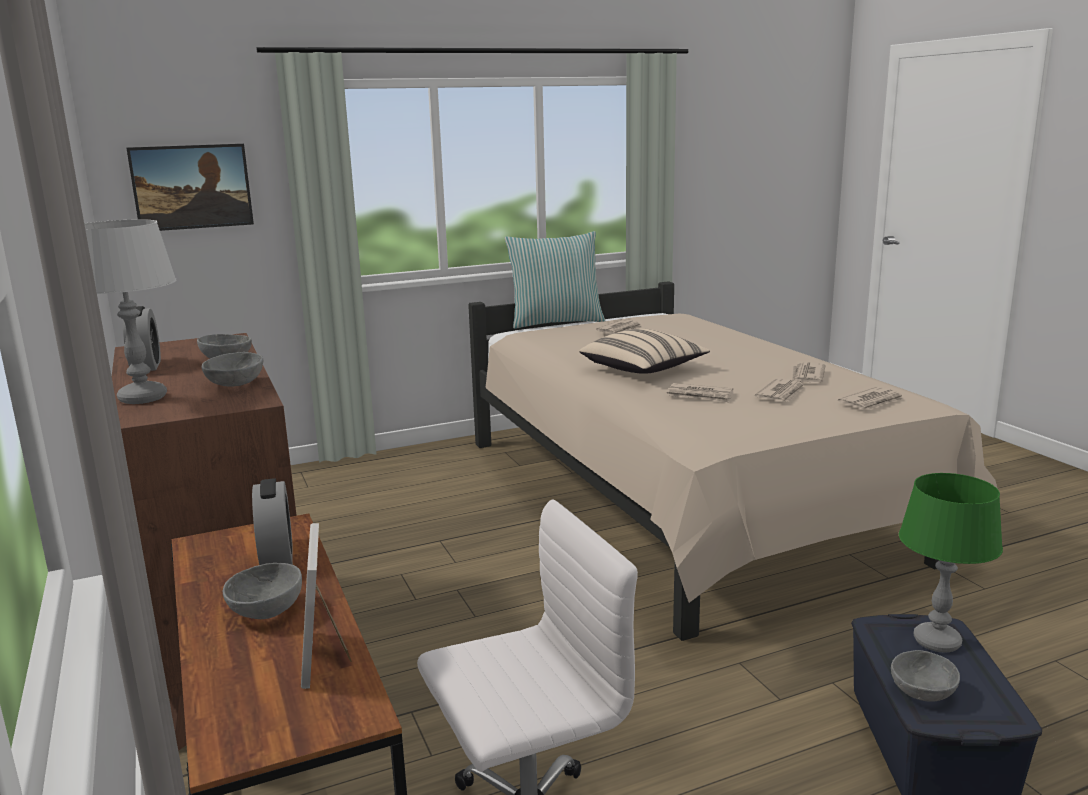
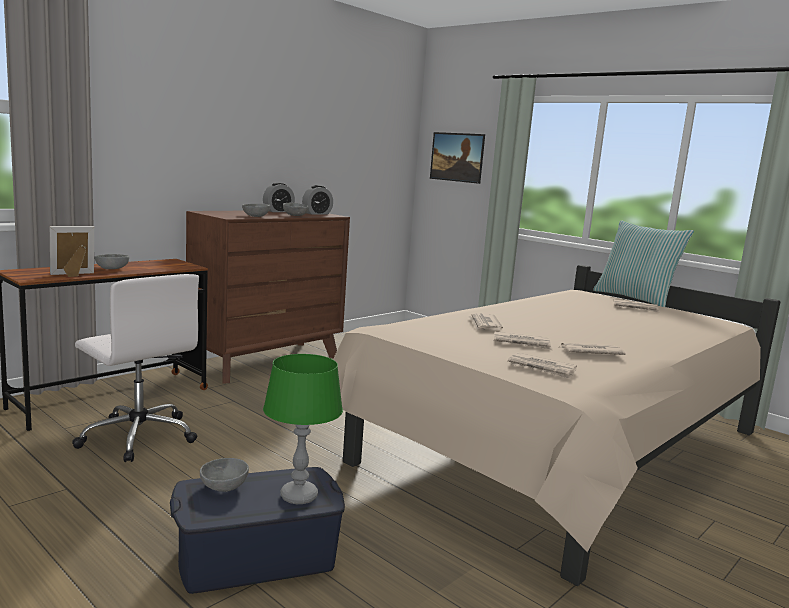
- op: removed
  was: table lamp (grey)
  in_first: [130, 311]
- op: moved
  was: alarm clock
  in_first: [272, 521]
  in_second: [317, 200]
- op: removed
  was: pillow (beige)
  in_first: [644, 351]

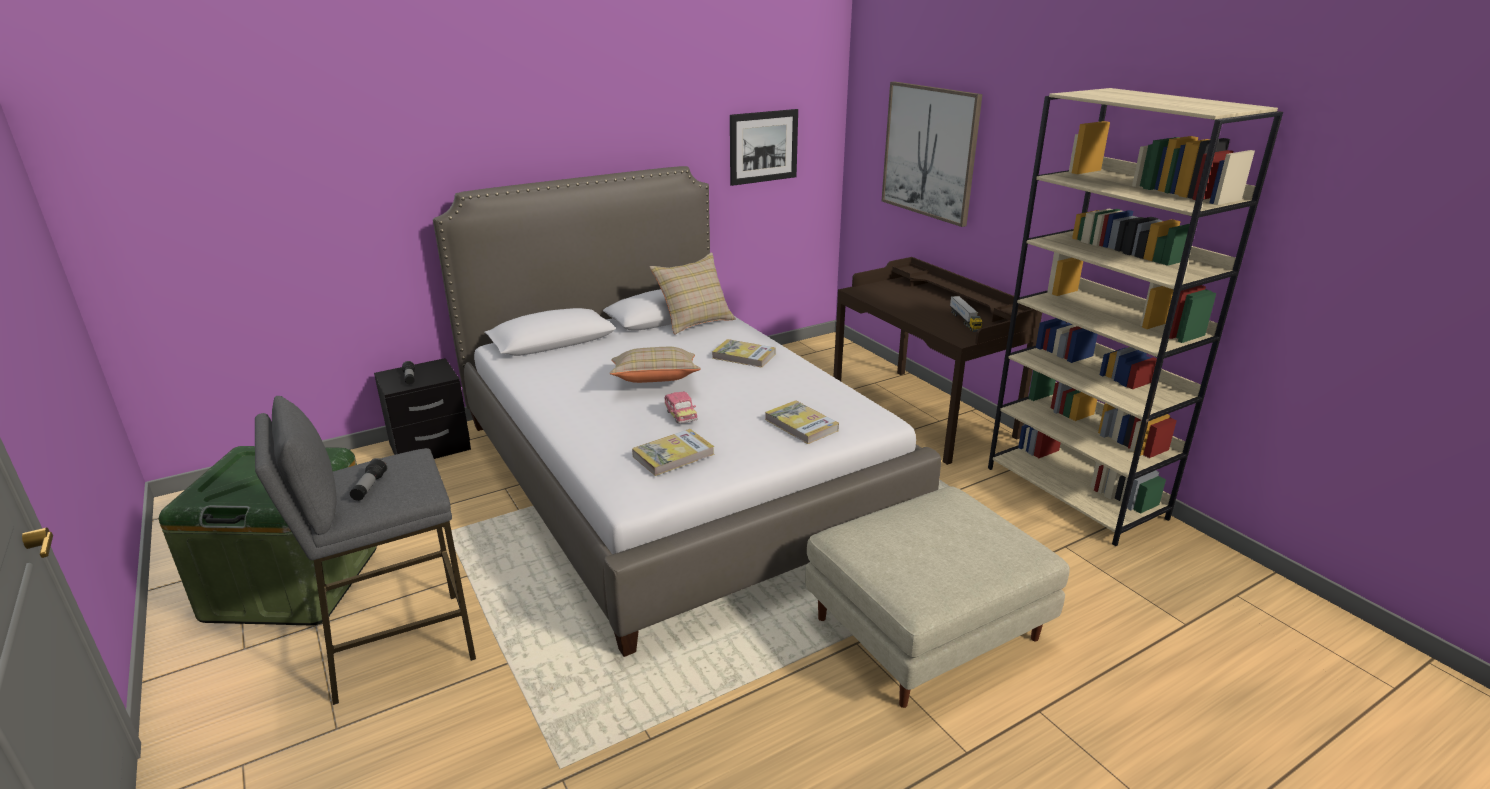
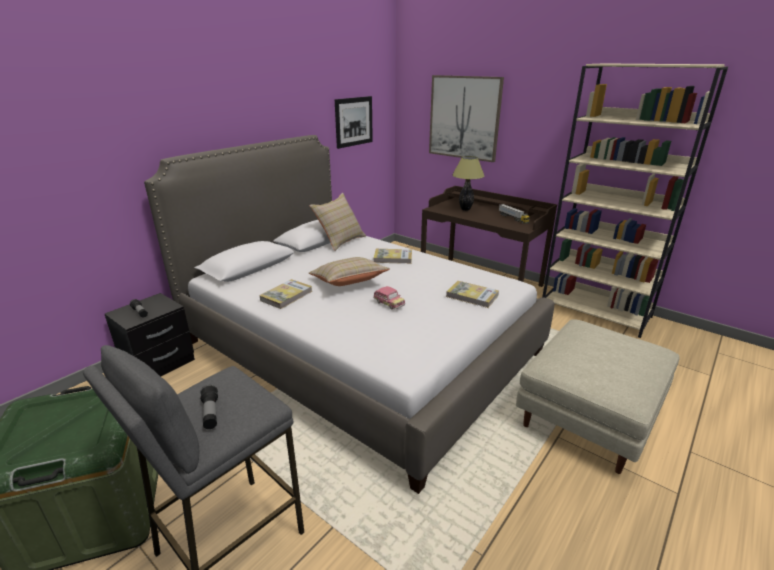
- op: moved
  was: book
  in_first: [673, 452]
  in_second: [286, 294]
- op: added
  now: table lamp
  in_second: [468, 183]

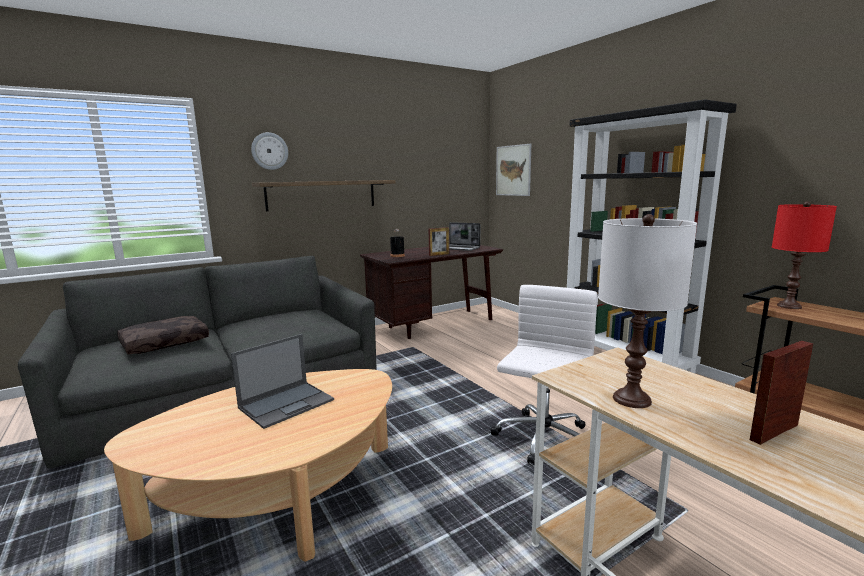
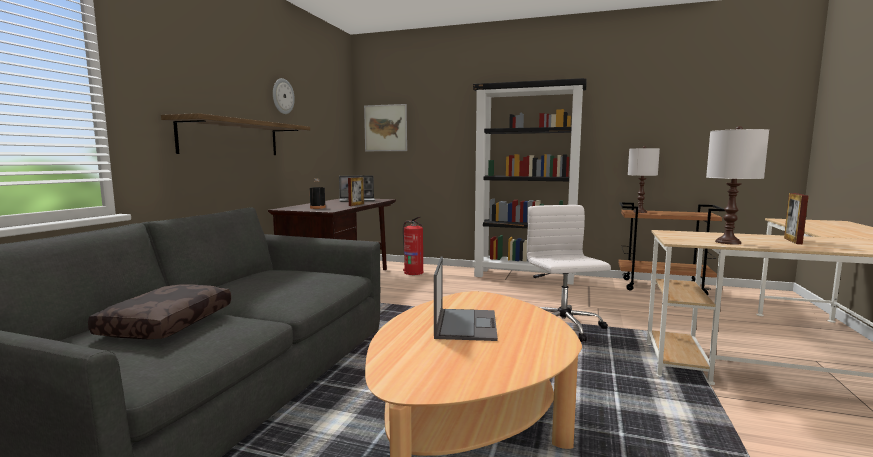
- op: moved
  was: wall clock
  in_first: [269, 151]
  in_second: [284, 96]
- op: recoloured
  was: table lamp (red)
  now: table lamp (white)
  in_first: [804, 255]
  in_second: [644, 179]
- op: added
  now: fire extinguisher
  in_second: [413, 246]

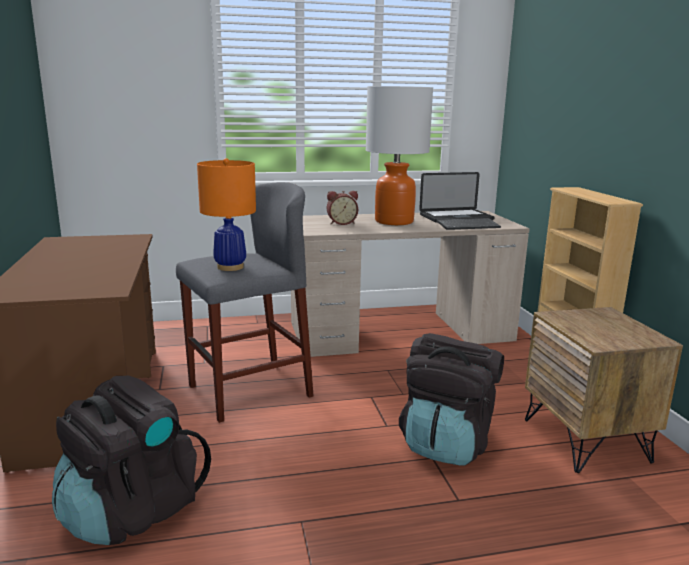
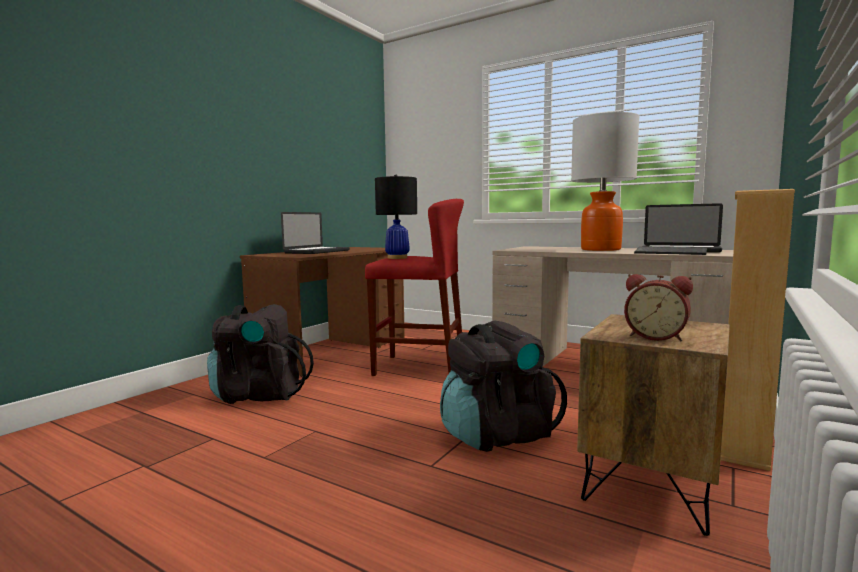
- op: recoloured
  was: stool (grey)
  now: stool (red)
  in_first: [245, 302]
  in_second: [414, 287]
- op: recoloured
  was: table lamp (orange)
  now: table lamp (black)
  in_first: [226, 214]
  in_second: [396, 217]
- op: moved
  was: alarm clock
  in_first: [342, 208]
  in_second: [658, 307]
- op: added
  now: laptop
  in_second: [315, 233]

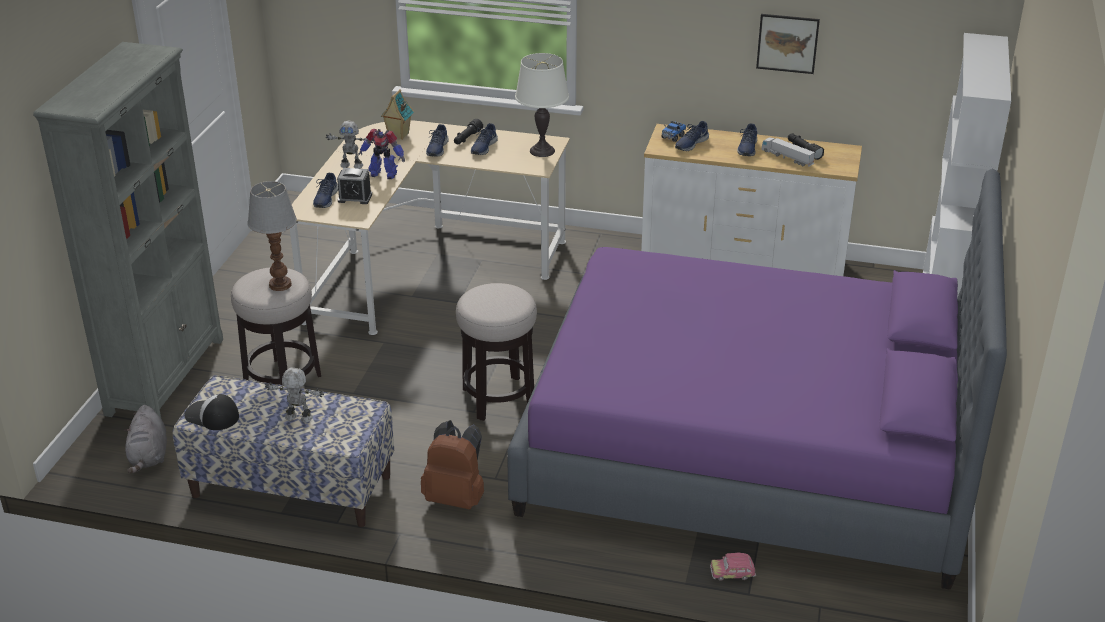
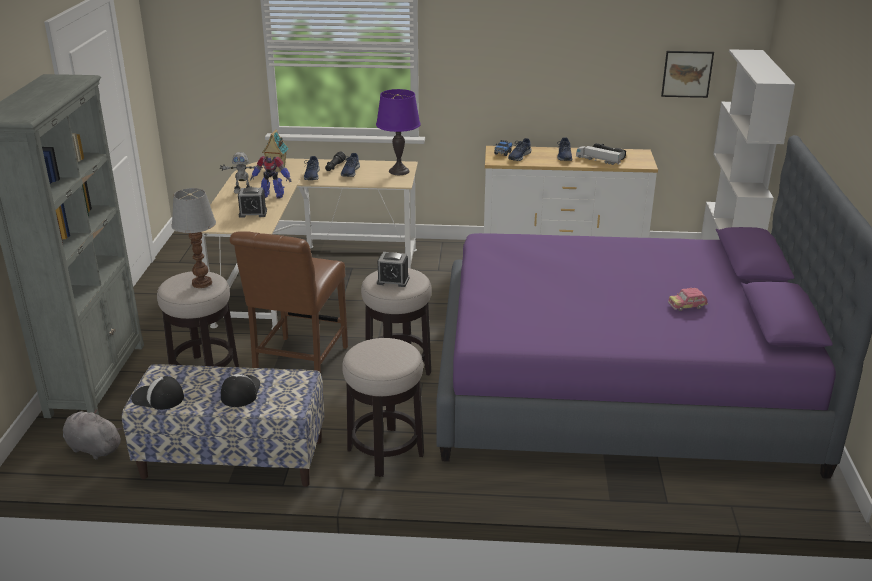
- op: turned
  was: plush toy (grey)
  in_first: [145, 439]
  in_second: [93, 434]
  clockwise: 135
- op: replaced
  was: toy robot
  now: cap
  in_first: [294, 395]
  in_second: [240, 390]
- op: removed
  was: shoe (blue)
  in_first: [325, 190]
- op: replaced
  was: backpack (brown)
  now: stool
  in_first: [452, 465]
  in_second: [383, 407]
- op: recoloured
  was: table lamp (white)
  now: table lamp (purple)
  in_first: [542, 105]
  in_second: [398, 132]
- op: moved
  was: toy car
  in_first: [733, 566]
  in_second: [688, 299]
- op: moved
  was: picture
  in_first: [788, 44]
  in_second: [687, 74]
- op: added
  now: chair (brown)
  in_second: [289, 302]
- op: added
  now: alarm clock
  in_second: [393, 269]

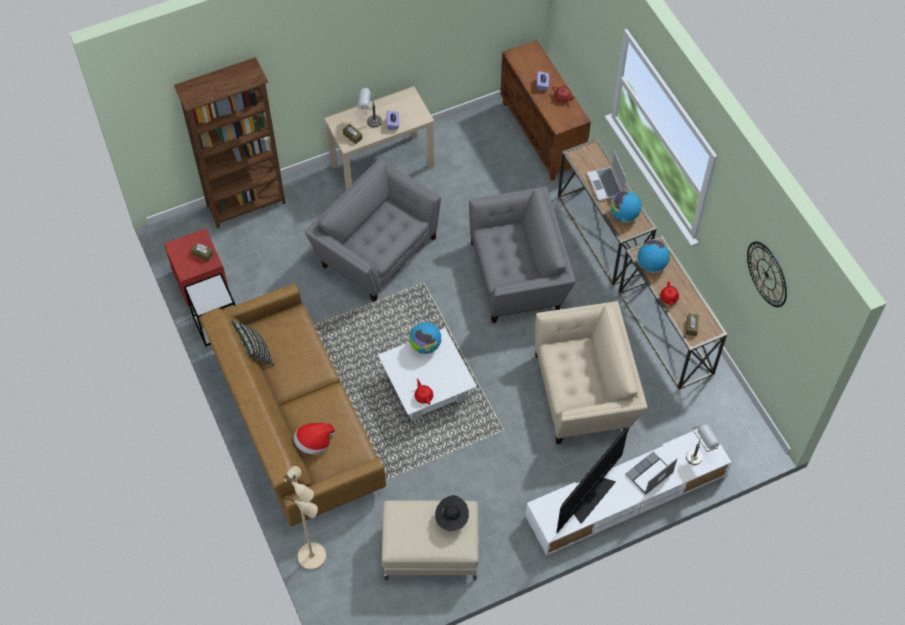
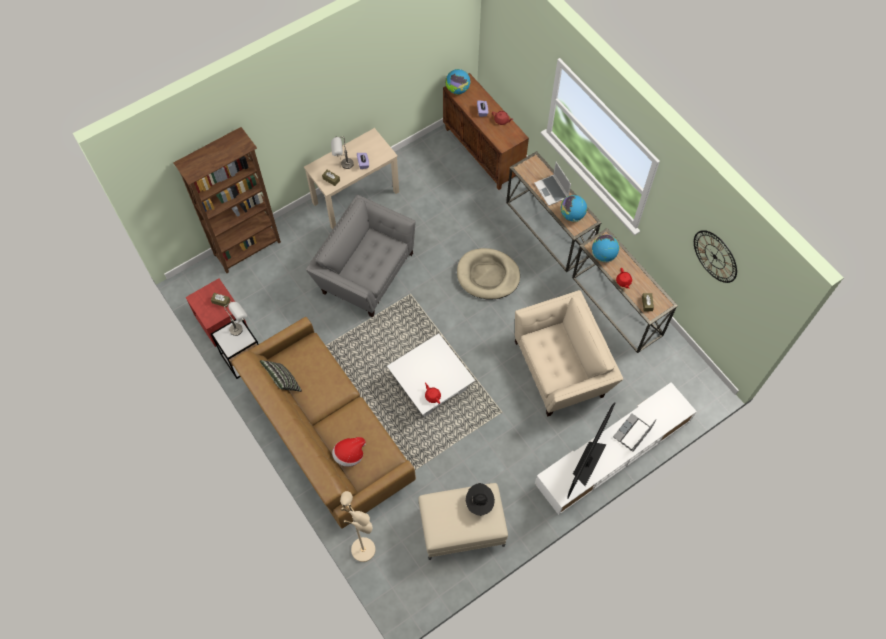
- op: moved
  was: globe
  in_first: [425, 338]
  in_second: [458, 82]
- op: replaced
  was: armchair (grey)
  now: dog bed (beige)
  in_first: [522, 255]
  in_second: [488, 274]
- op: moved
  was: table lamp (grey)
  in_first: [703, 444]
  in_second: [235, 318]

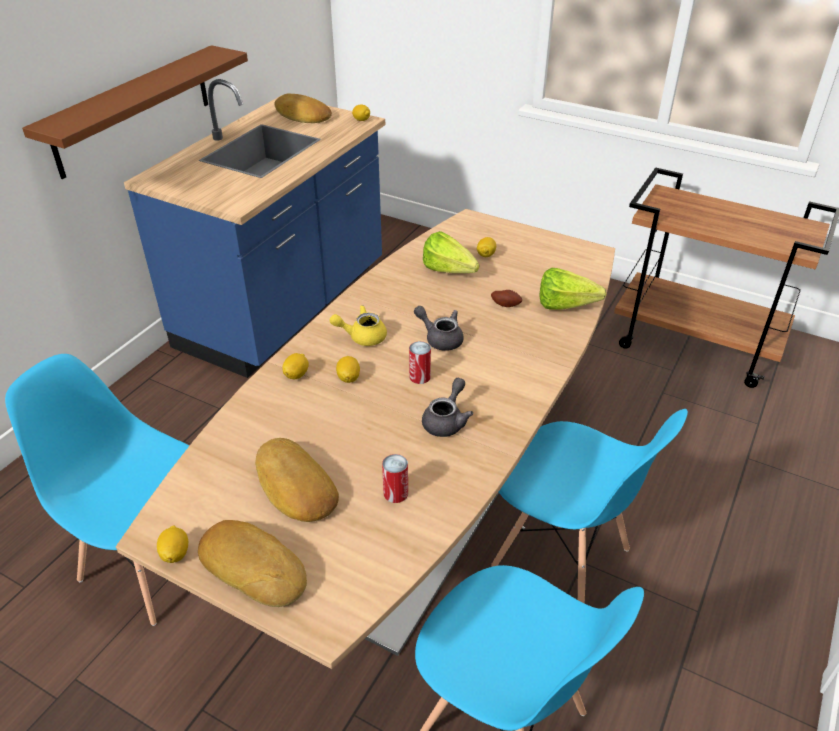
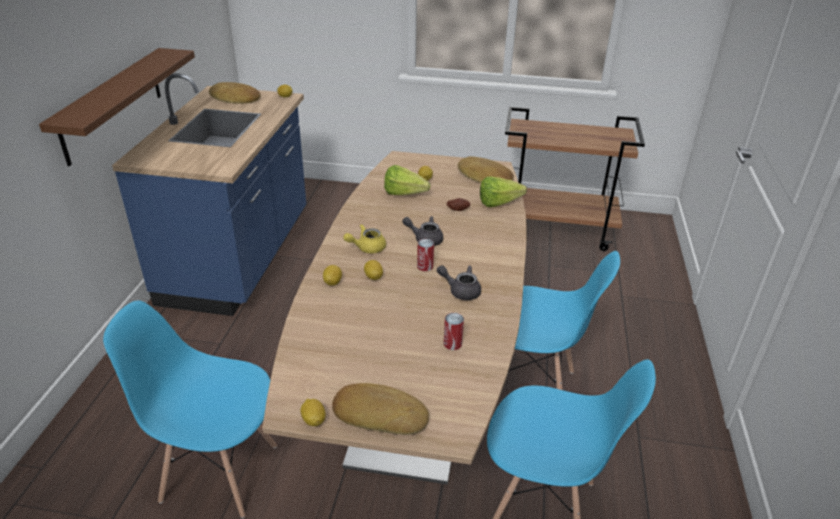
- op: moved
  was: bread
  in_first: [297, 480]
  in_second: [486, 169]
- op: turned
  was: teapot (grey)
  in_first: [447, 407]
  in_second: [459, 282]
  clockwise: -75

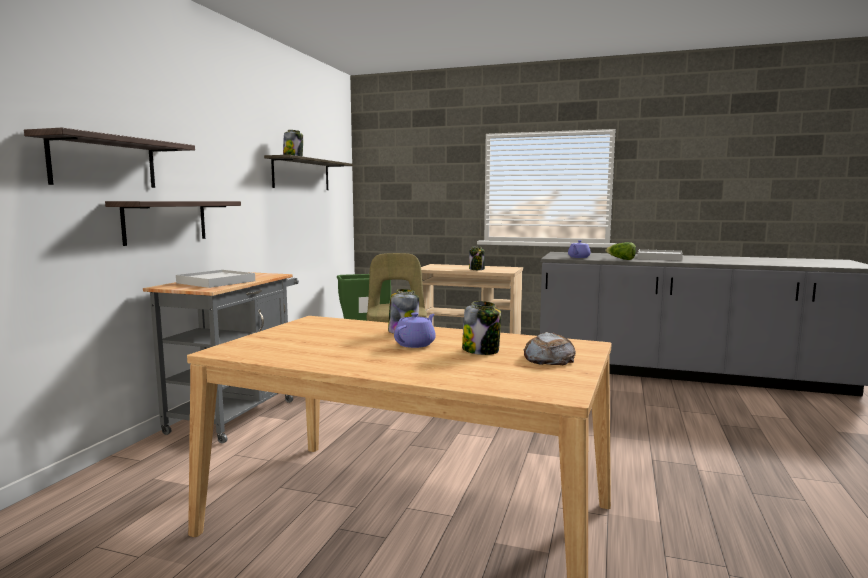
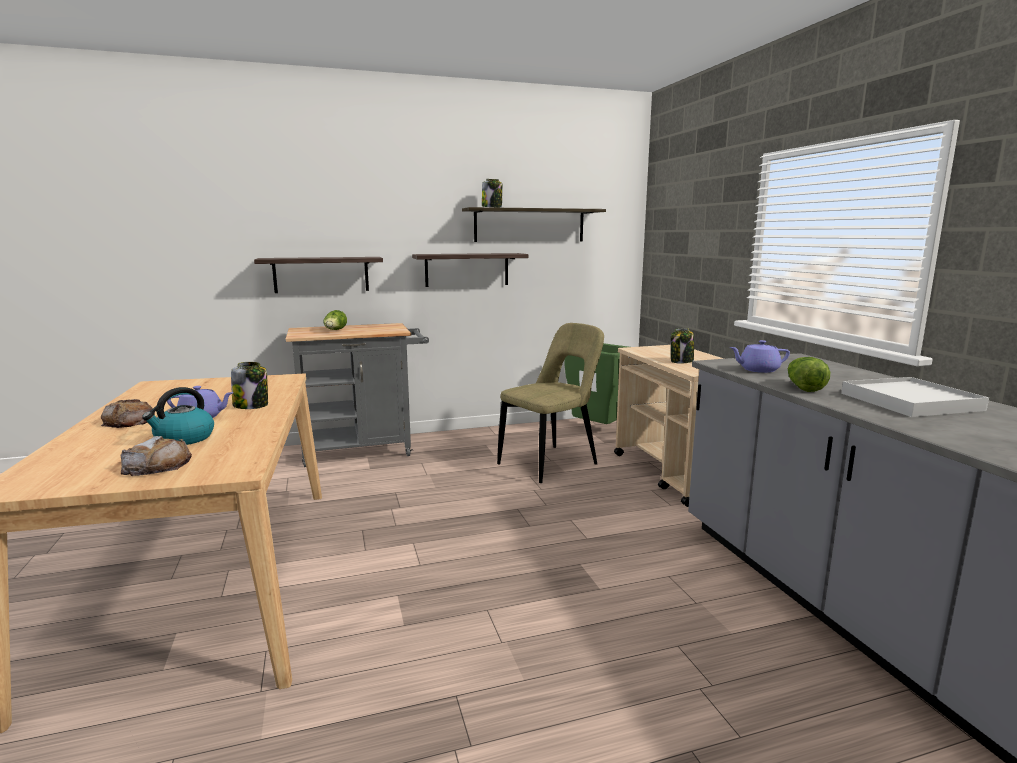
- op: moved
  was: shelf
  in_first: [109, 158]
  in_second: [470, 270]
- op: replaced
  was: tray (white)
  now: lettuce
  in_first: [215, 279]
  in_second: [335, 320]
- op: replaced
  was: jar
  now: kettle
  in_first: [481, 328]
  in_second: [178, 416]
- op: added
  now: bread
  in_second: [128, 413]

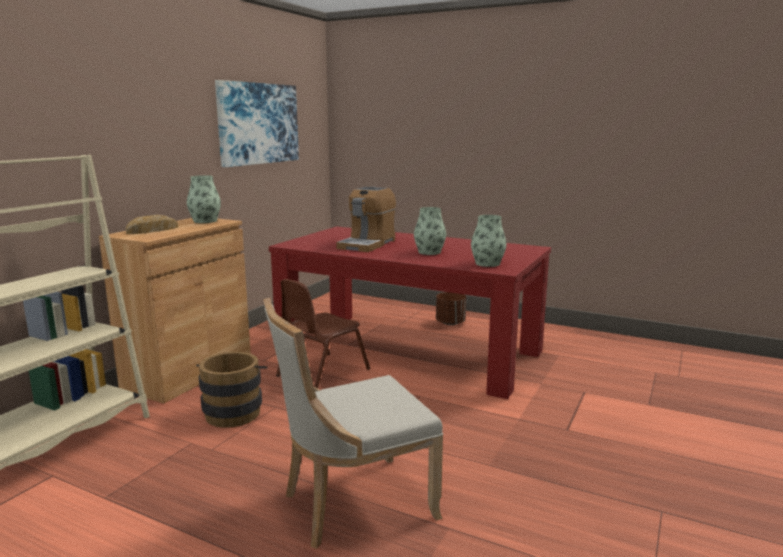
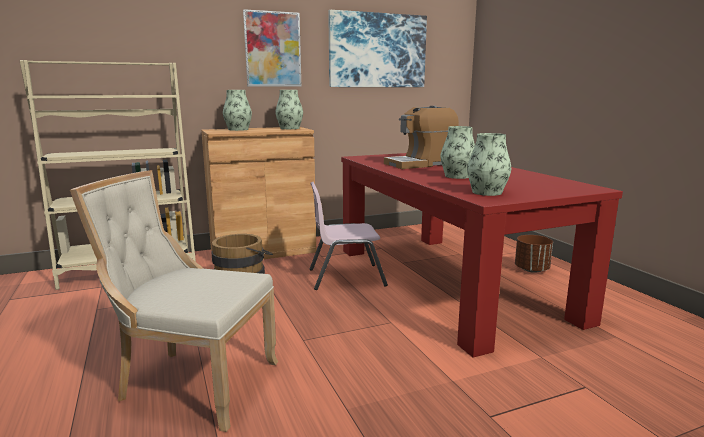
- op: replaced
  was: bread
  now: vase
  in_first: [152, 224]
  in_second: [237, 110]
- op: recoloured
  was: chair (brown)
  now: chair (pink)
  in_first: [323, 333]
  in_second: [349, 236]
- op: added
  now: picture
  in_second: [272, 48]

